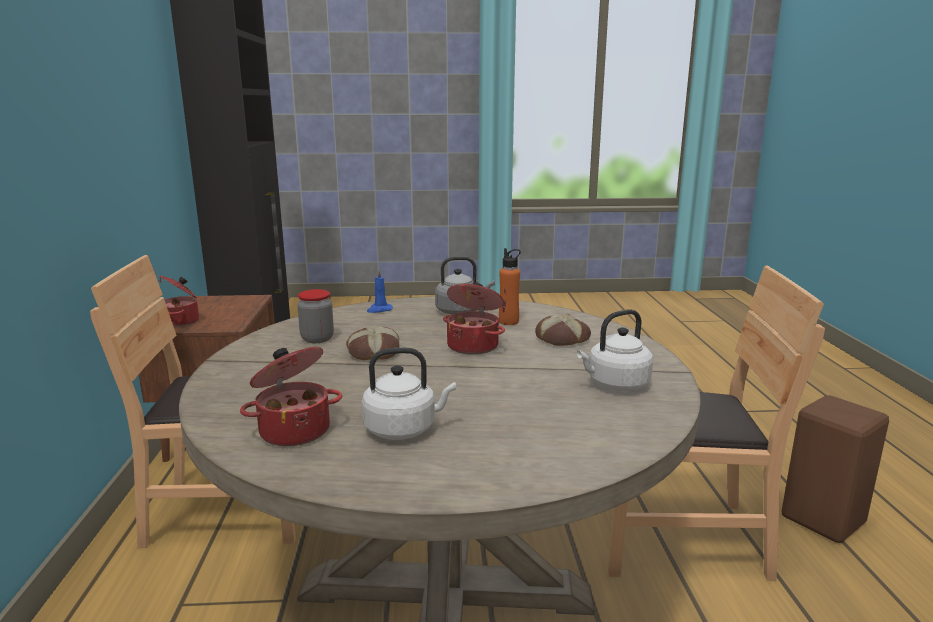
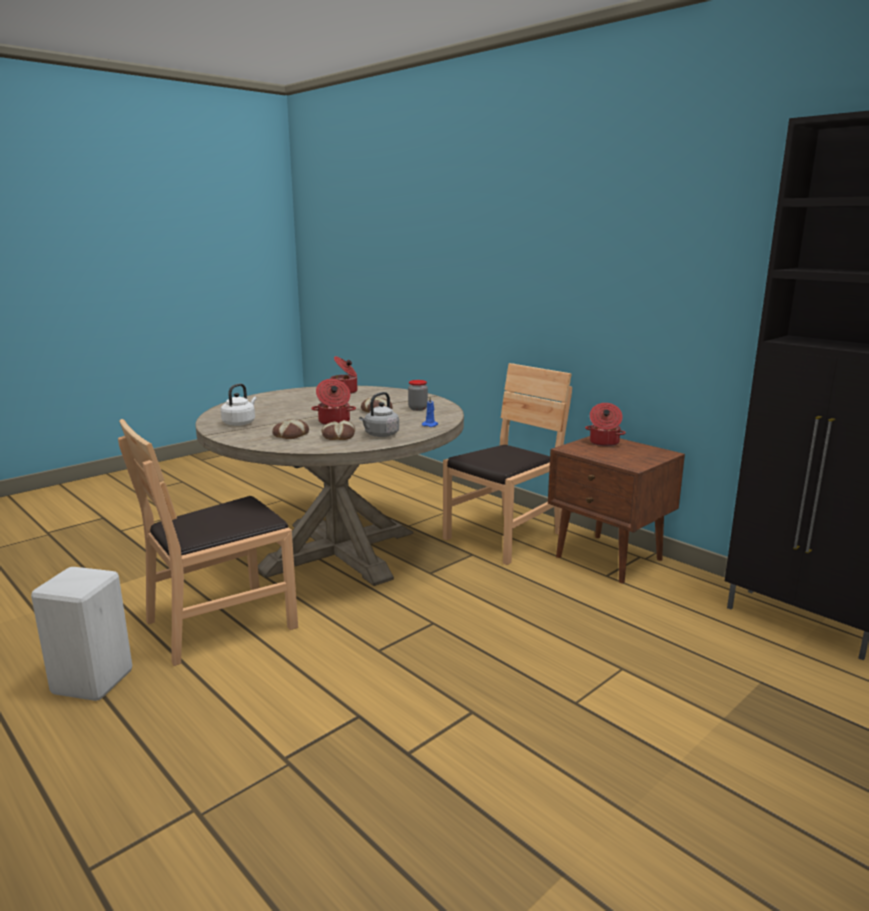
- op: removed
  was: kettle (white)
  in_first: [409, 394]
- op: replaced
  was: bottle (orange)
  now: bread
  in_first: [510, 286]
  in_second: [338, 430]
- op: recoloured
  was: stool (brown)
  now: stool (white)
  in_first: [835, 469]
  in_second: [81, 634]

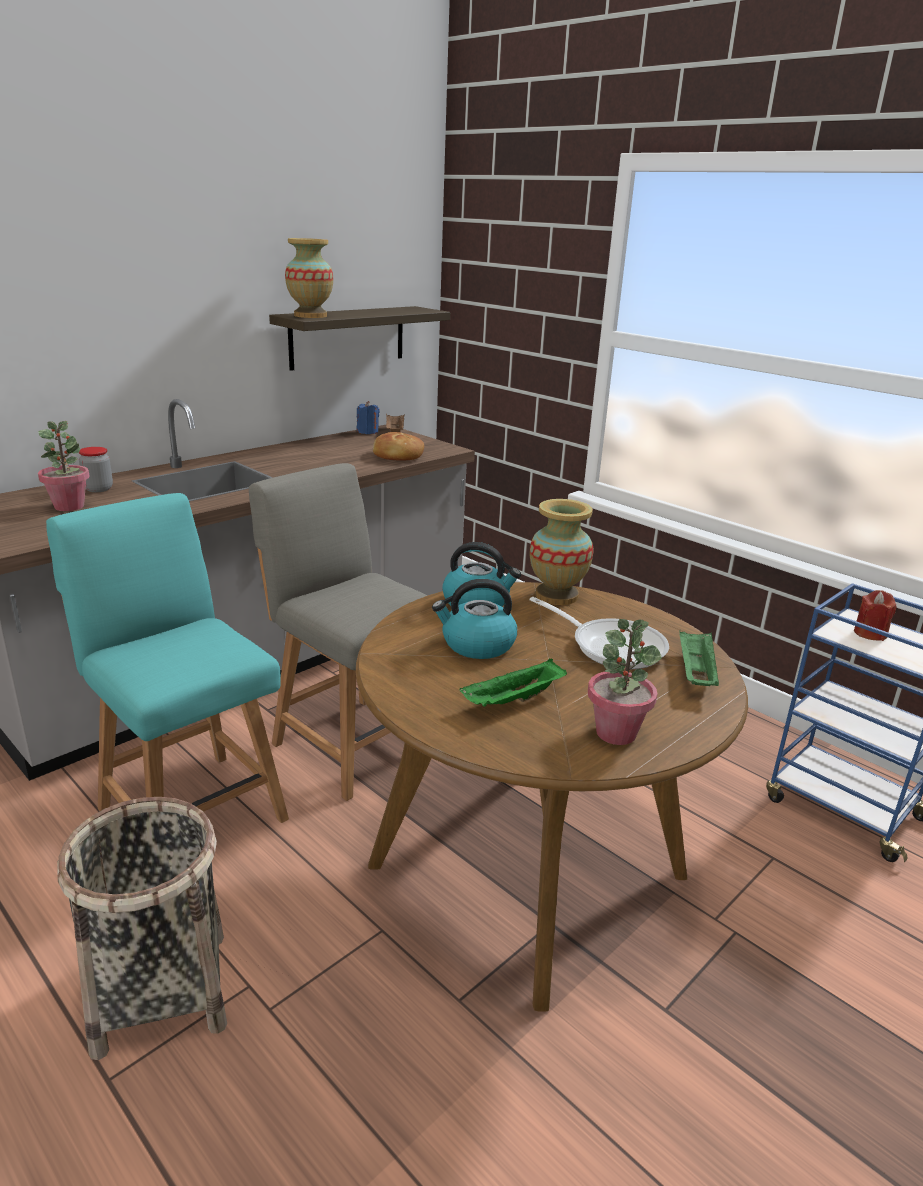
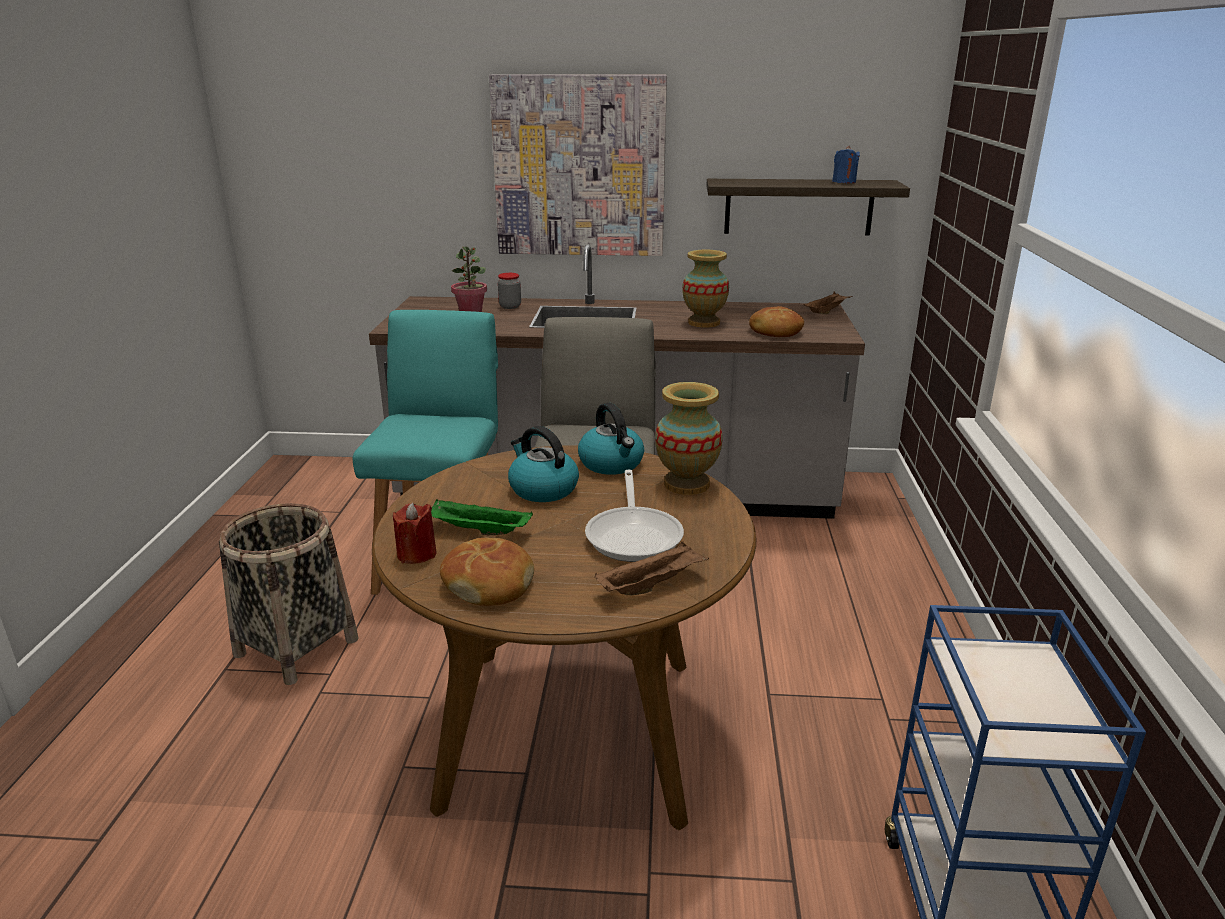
- op: moved
  was: vase
  in_first: [309, 278]
  in_second: [705, 289]
- op: moved
  was: candle (blue)
  in_first: [368, 417]
  in_second: [846, 164]
- op: replaced
  was: potted plant
  now: bread
  in_first: [625, 682]
  in_second: [487, 572]
- op: recoloured
  was: tray (green)
  now: tray (brown)
  in_first: [699, 658]
  in_second: [652, 568]
- op: moved
  was: candle (red)
  in_first: [875, 615]
  in_second: [415, 533]
- op: added
  now: picture
  in_second: [578, 165]

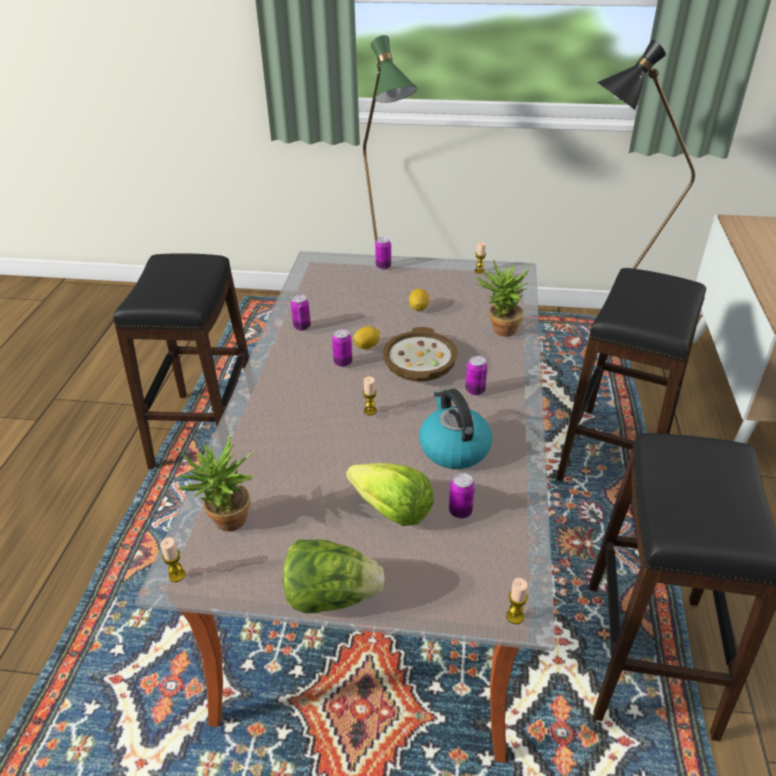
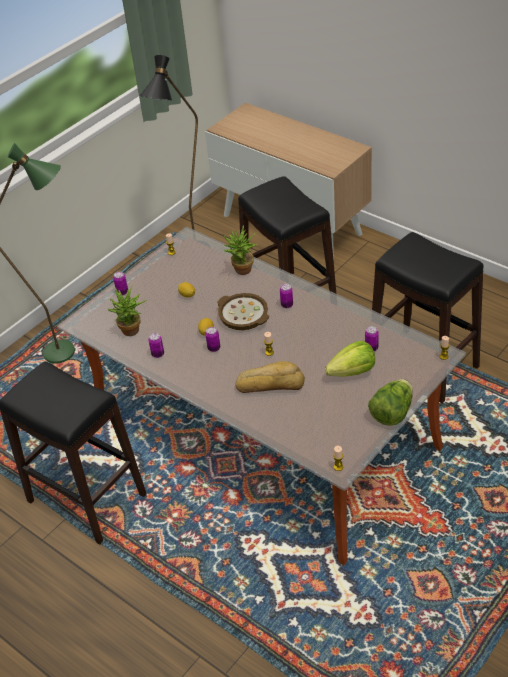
- op: moved
  was: potted plant
  in_first: [216, 483]
  in_second: [127, 310]
- op: removed
  was: kettle
  in_first: [455, 429]
- op: added
  now: bread
  in_second: [270, 377]

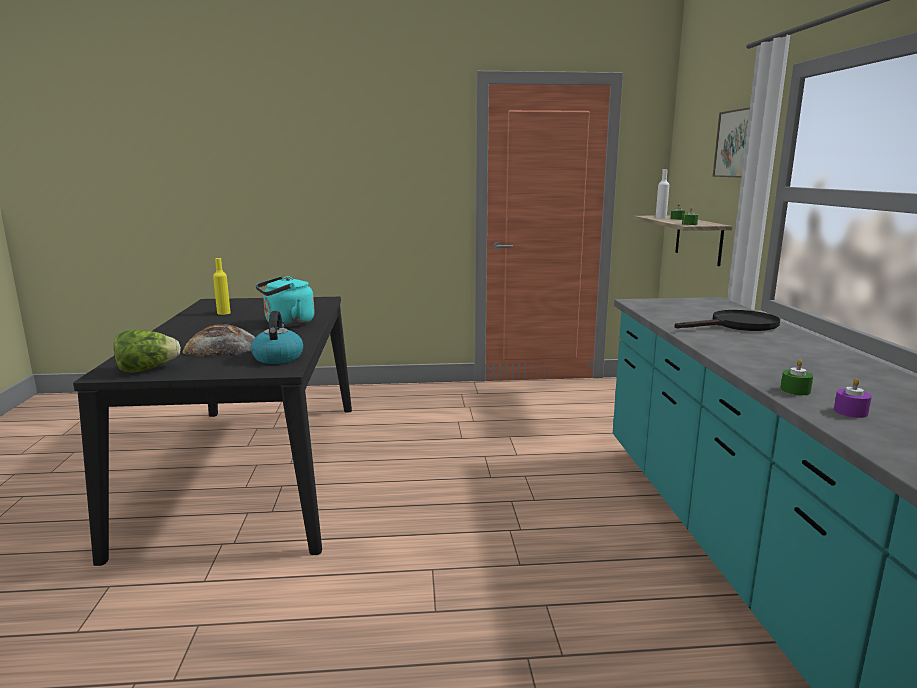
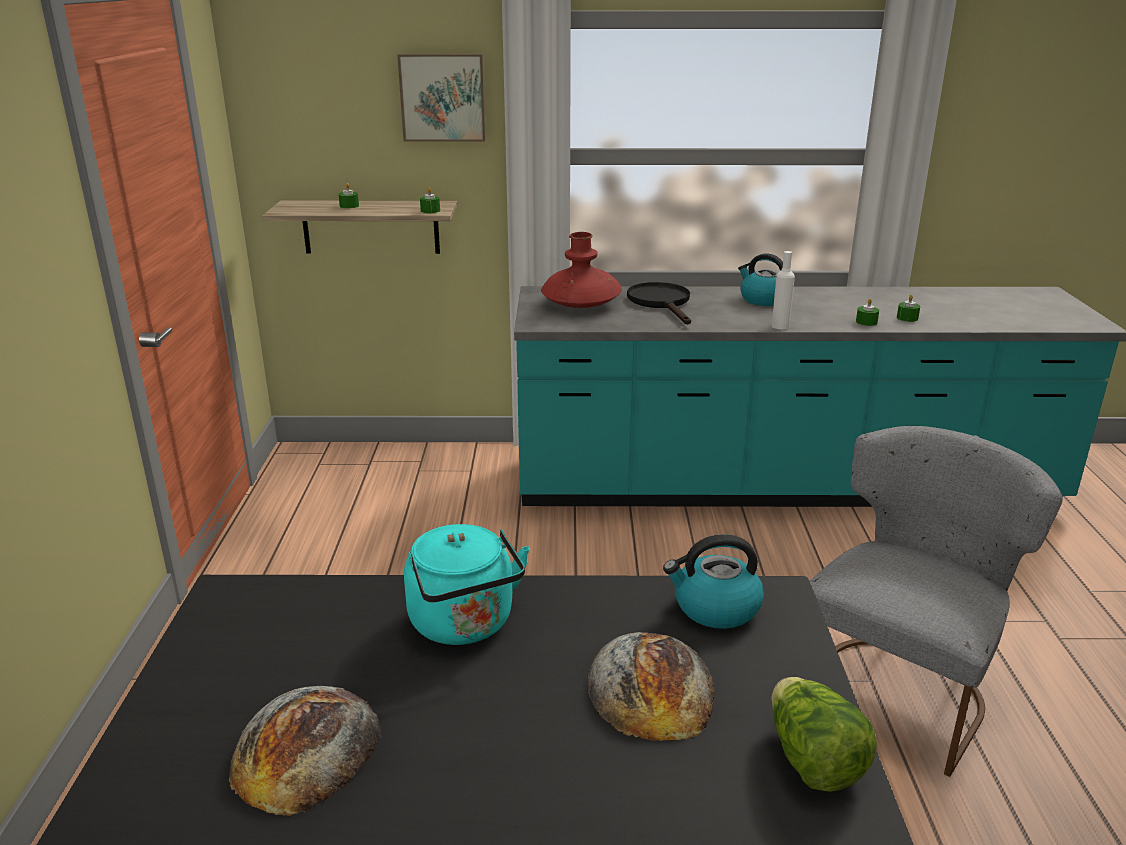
- op: replaced
  was: bottle (yellow)
  now: bread
  in_first: [222, 286]
  in_second: [305, 751]
- op: moved
  was: bottle (white)
  in_first: [662, 194]
  in_second: [783, 290]
- op: recoloured
  was: candle (purple)
  now: candle (green)
  in_first: [853, 398]
  in_second: [908, 308]
- op: added
  now: vase (red)
  in_second: [581, 270]
- op: added
  now: kettle
  in_second: [760, 279]
- op: added
  now: chair (grey)
  in_second: [936, 601]

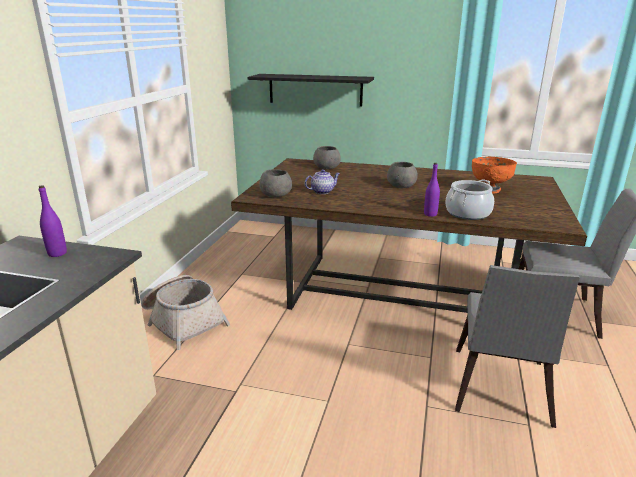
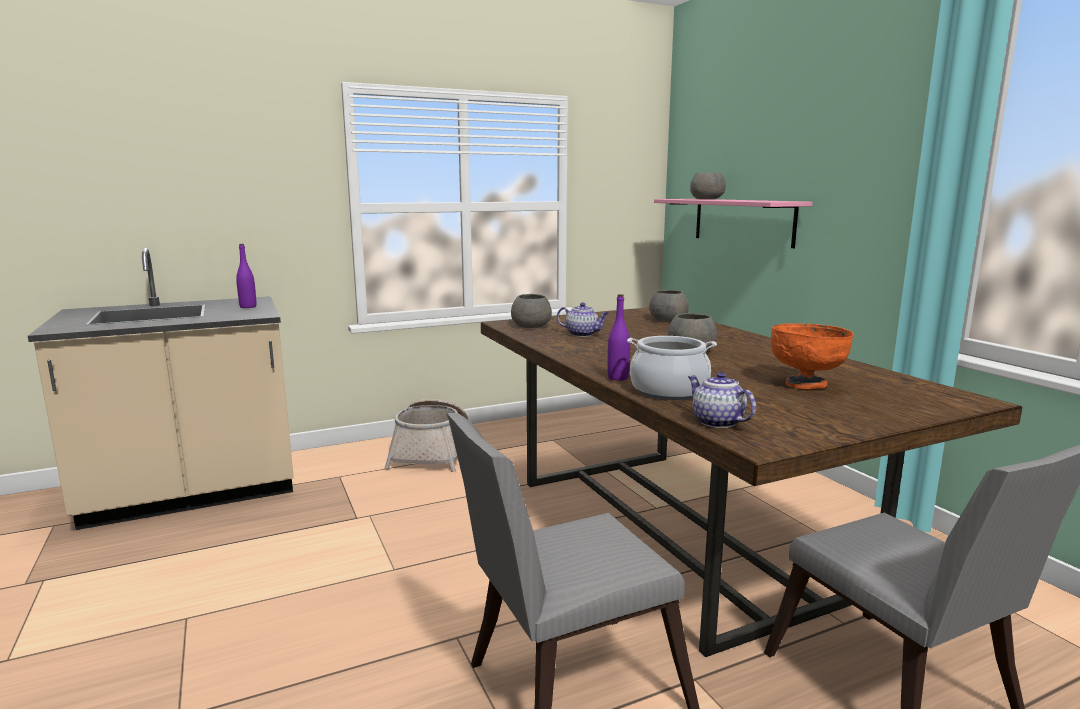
- op: recoloured
  was: shelf (black)
  now: shelf (pink)
  in_first: [310, 90]
  in_second: [733, 223]
- op: added
  now: teapot
  in_second: [722, 400]
- op: added
  now: bowl (grey)
  in_second: [708, 186]

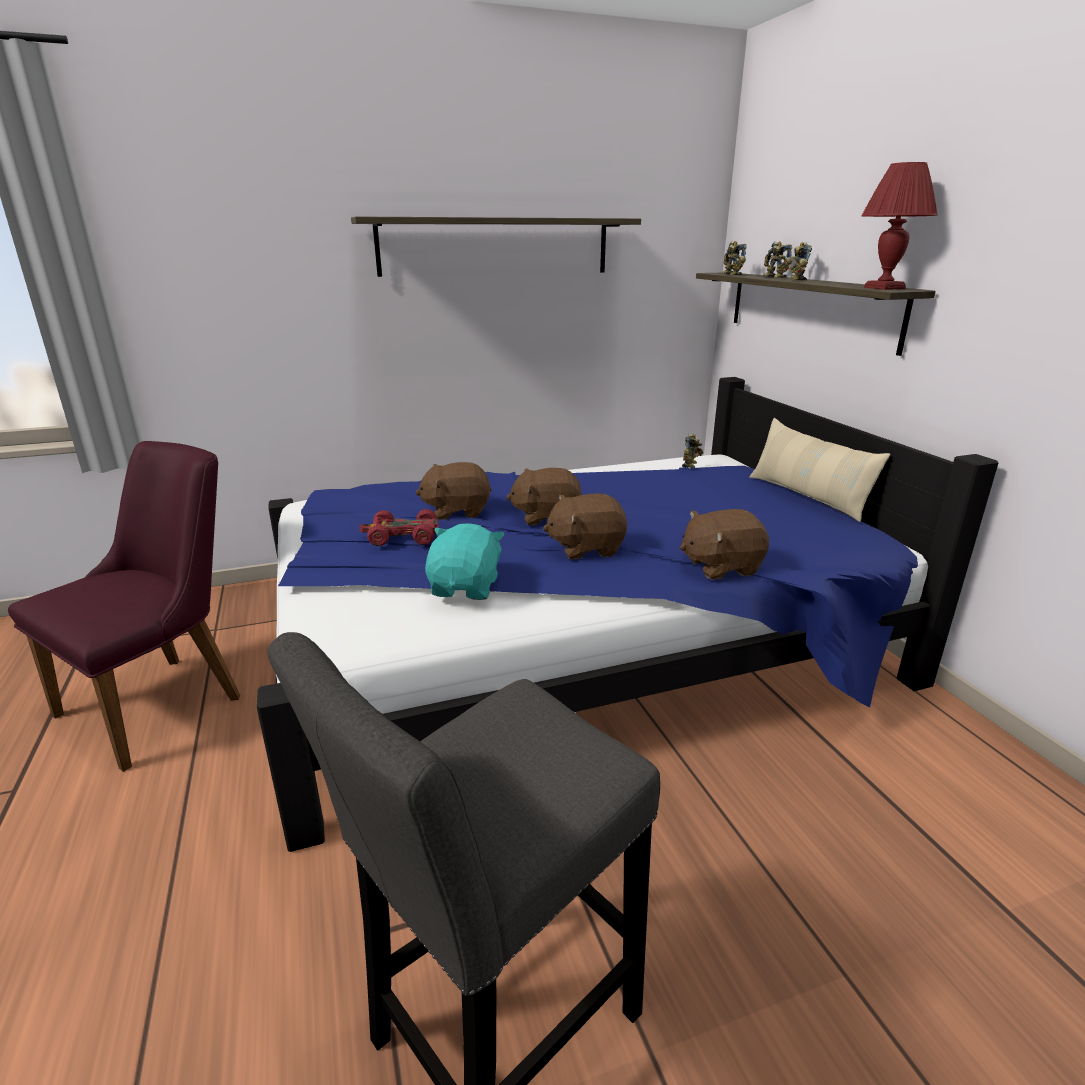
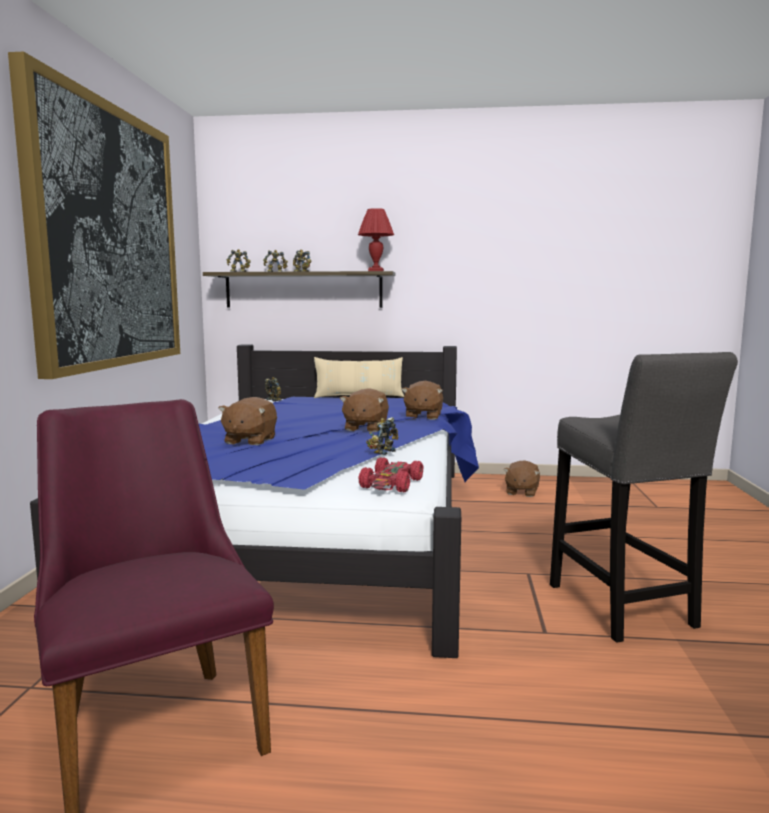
- op: replaced
  was: shelf
  now: picture
  in_first: [496, 246]
  in_second: [94, 215]
- op: moved
  was: toy car (red)
  in_first: [399, 527]
  in_second: [391, 474]
- op: replaced
  was: plush toy (turquoise)
  now: toy robot
  in_first: [465, 561]
  in_second: [382, 436]
- op: moved
  was: plush toy (brown)
  in_first: [544, 496]
  in_second: [521, 478]

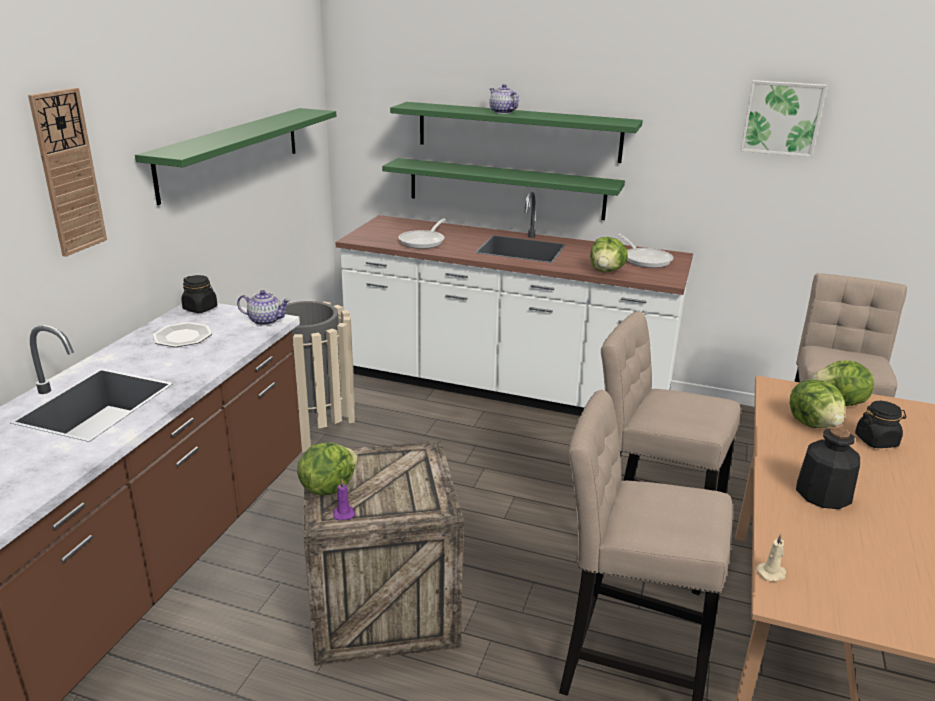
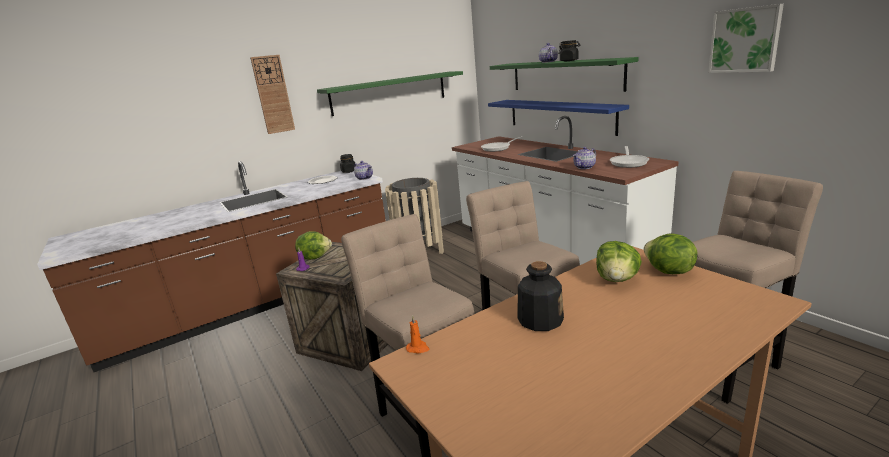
- op: recoloured
  was: shelf (green)
  now: shelf (blue)
  in_first: [503, 189]
  in_second: [558, 118]
- op: replaced
  was: lettuce
  now: teapot
  in_first: [609, 254]
  in_second: [584, 158]
- op: recoloured
  was: candle (beige)
  now: candle (orange)
  in_first: [771, 558]
  in_second: [418, 334]
- op: moved
  was: jar (black)
  in_first: [880, 424]
  in_second: [569, 51]

